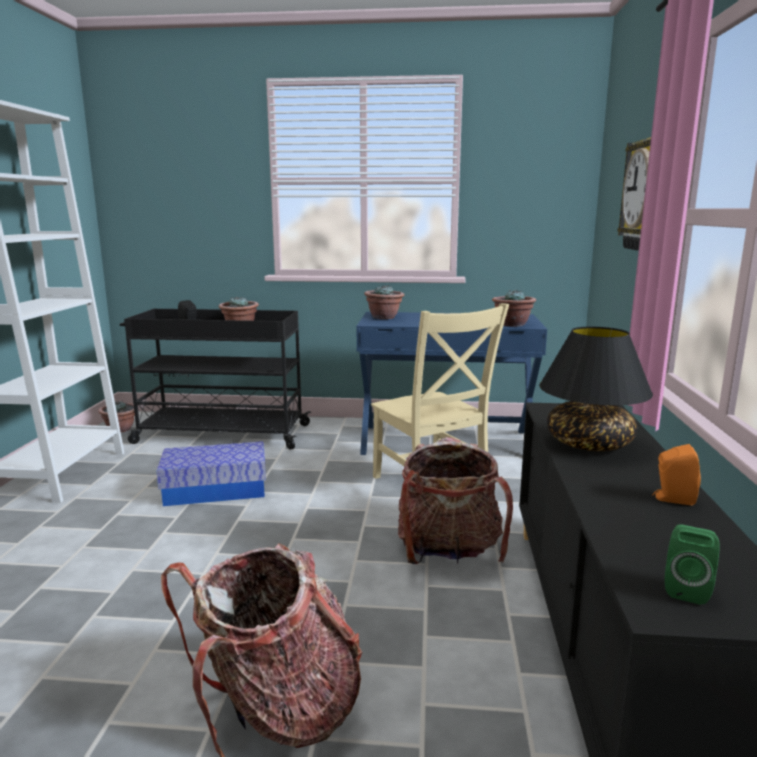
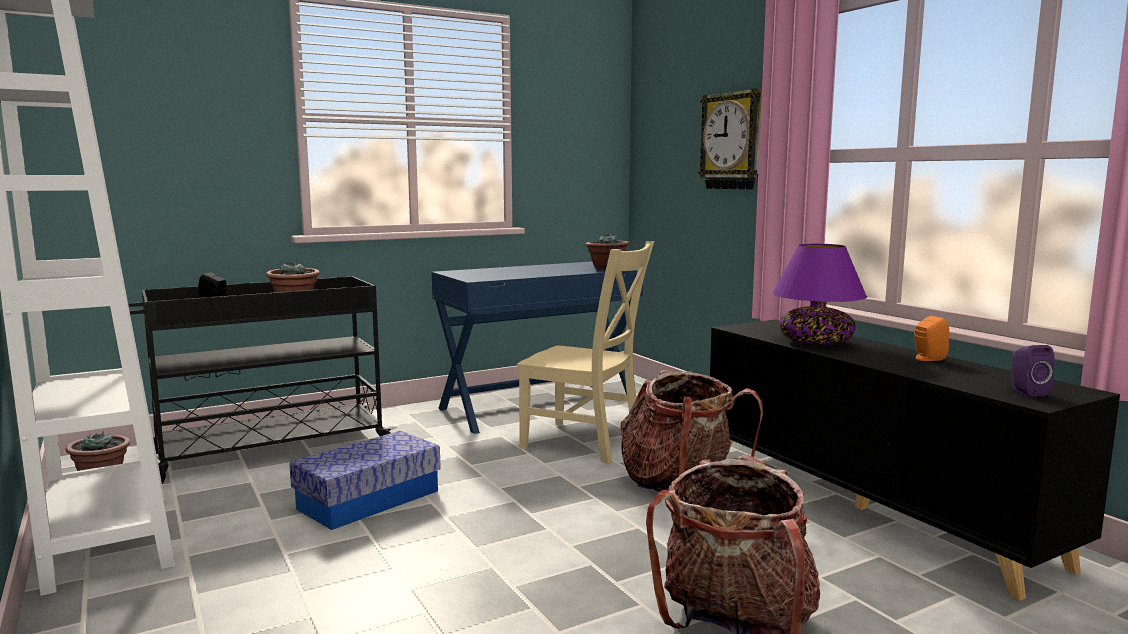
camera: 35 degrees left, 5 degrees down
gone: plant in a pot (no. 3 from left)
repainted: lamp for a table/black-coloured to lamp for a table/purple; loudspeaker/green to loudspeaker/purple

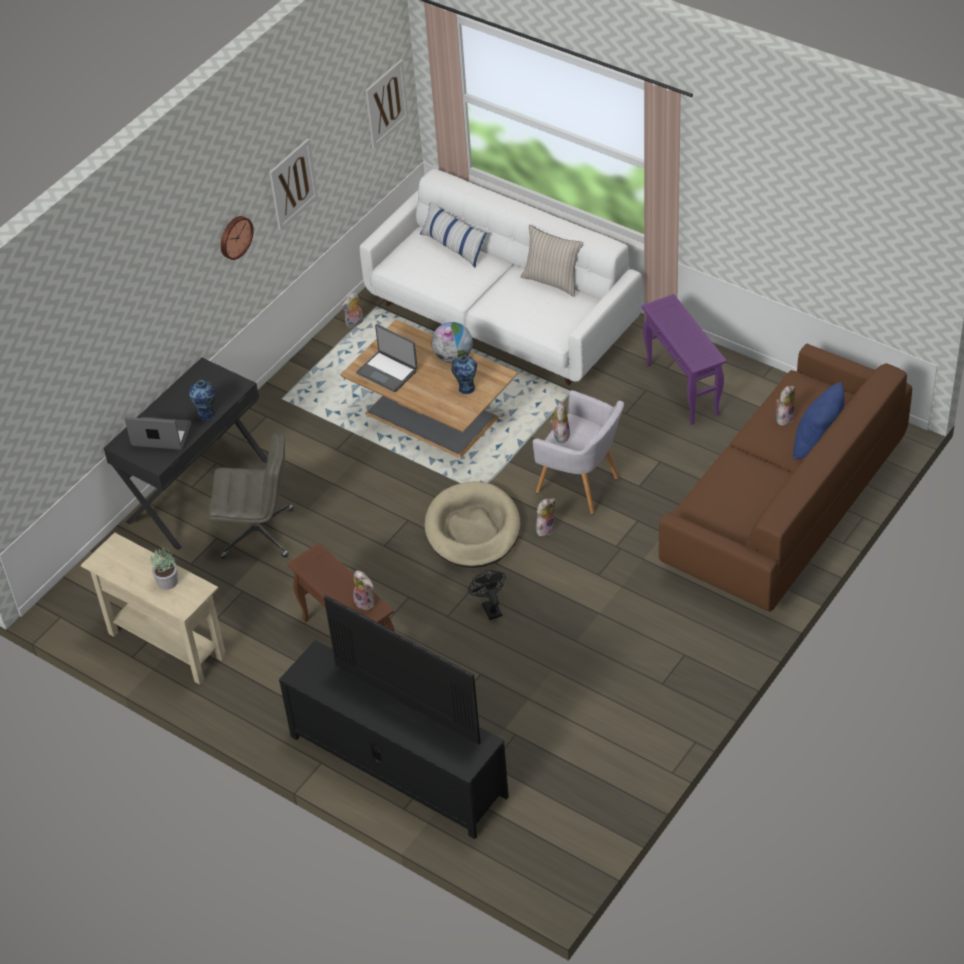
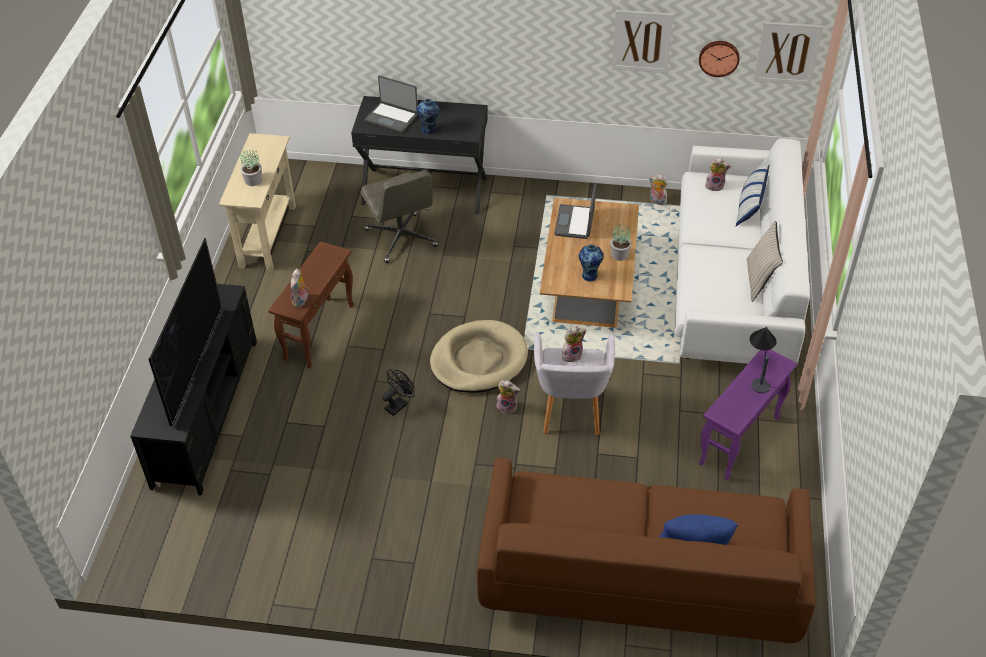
camera: 60 degrees right, 0 degrees up
new: lamp for a table
shifted: clock on the wall; cuddly toy (no. 5 from left)
swapped: desk globe to plant in a pot (no. 2 from left)
rotated: portable computer (no. 1 from left) 135 degrees clockwise

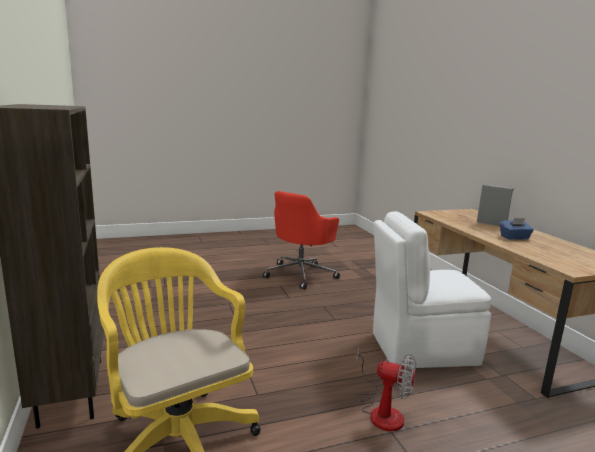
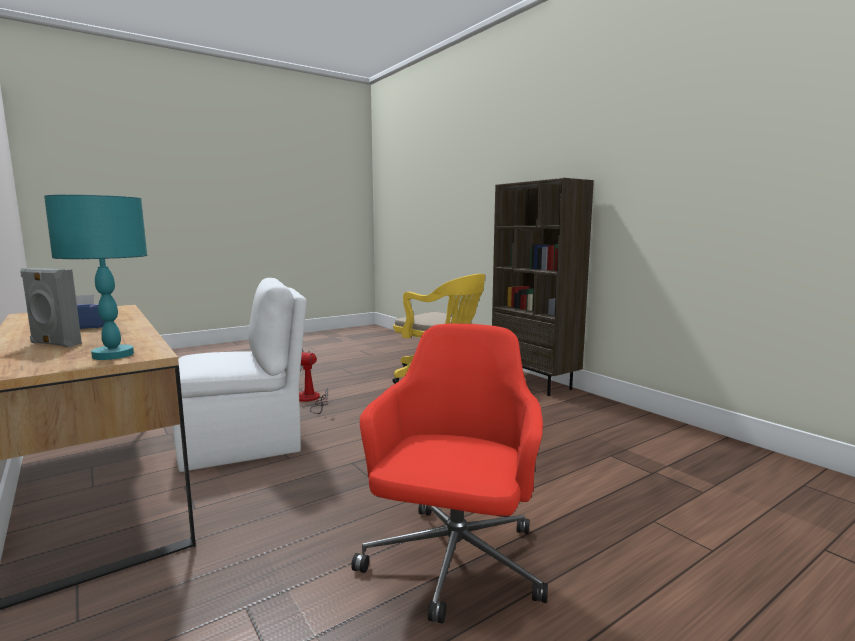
camera: 165 degrees right, 5 degrees down
new: lamp for a table/blue-green

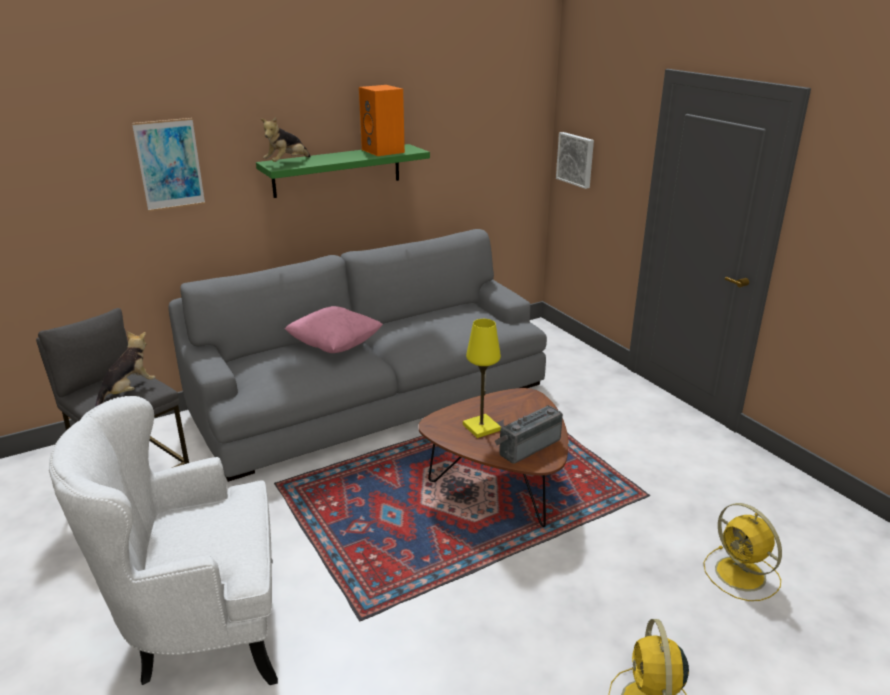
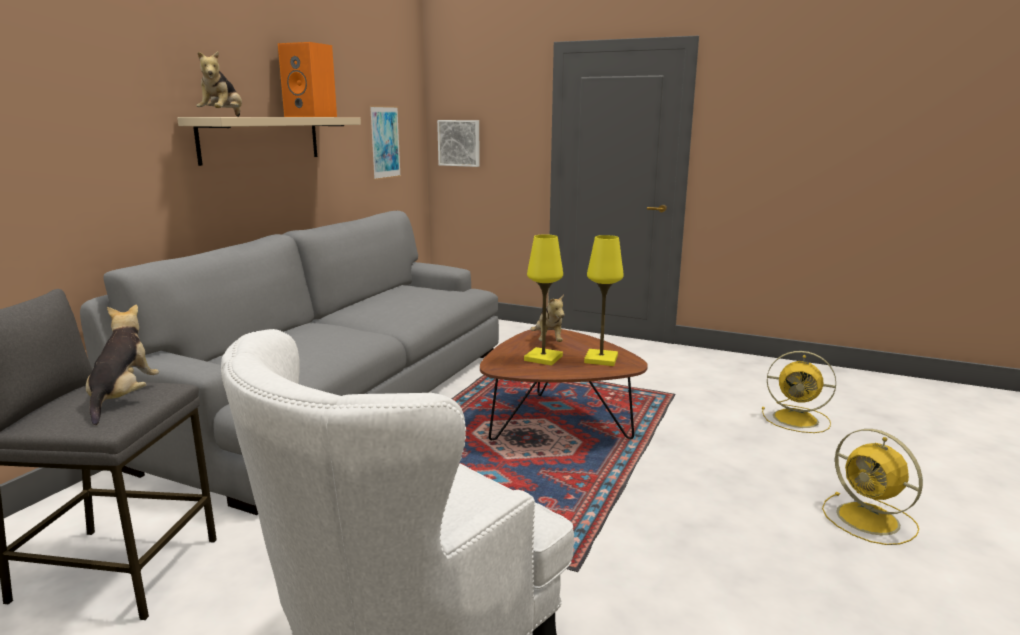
camera: 35 degrees left, 10 degrees down
gone: throw pillow/pinkish
new: cuddly toy (no. 3 from left)
shifted: wall art (no. 1 from left)
swapped: radio set to lamp for a table/yellow-coloured (no. 2 from left)
repainted: shelf/green to shelf/beige-coloured

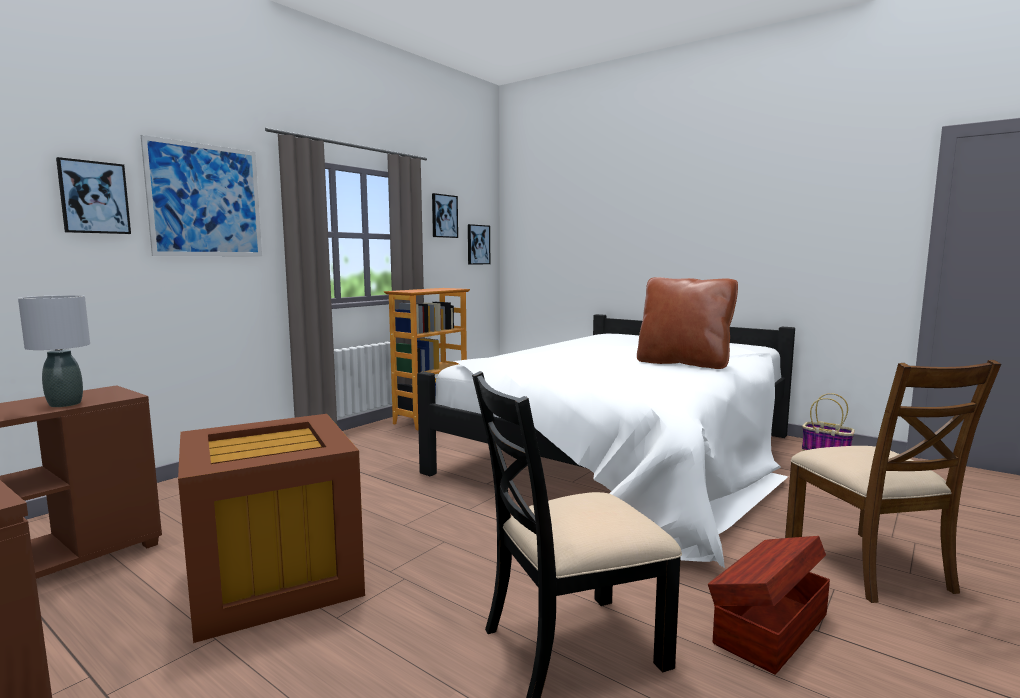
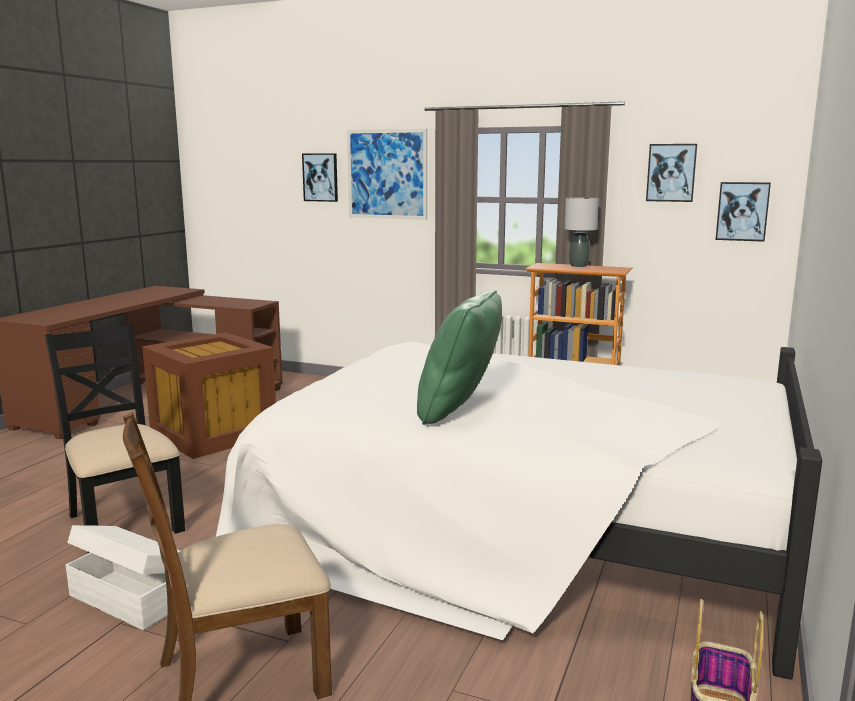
camera: 75 degrees right, 5 degrees up
shifted: lamp for a table/greyish
repainted: throw pillow/brownish to throw pillow/green; storage container/brownish (no. 2 from left) to storage container/white

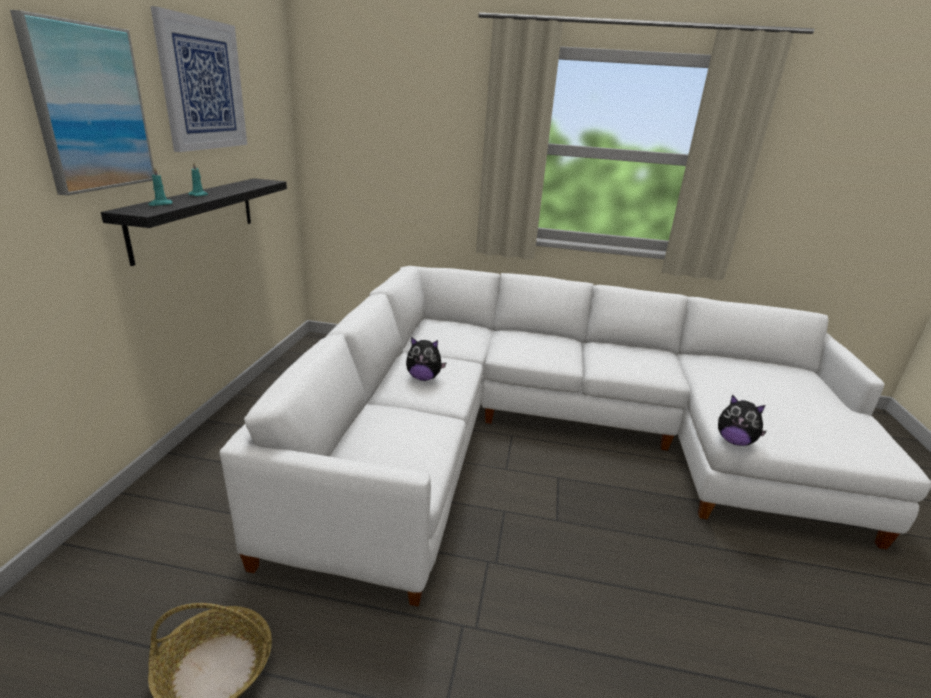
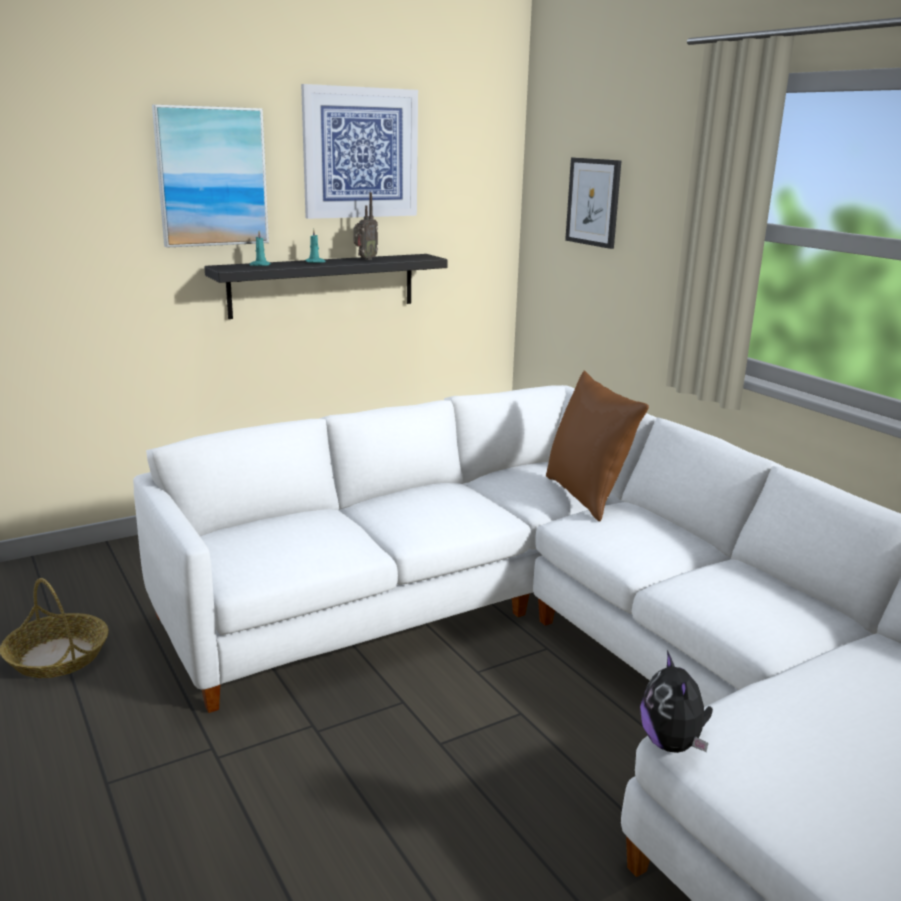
camera: 50 degrees right, 5 degrees down
gone: cuddly toy (no. 1 from left)
new: radio set; throw pillow/brownish; wall art (no. 3 from left)

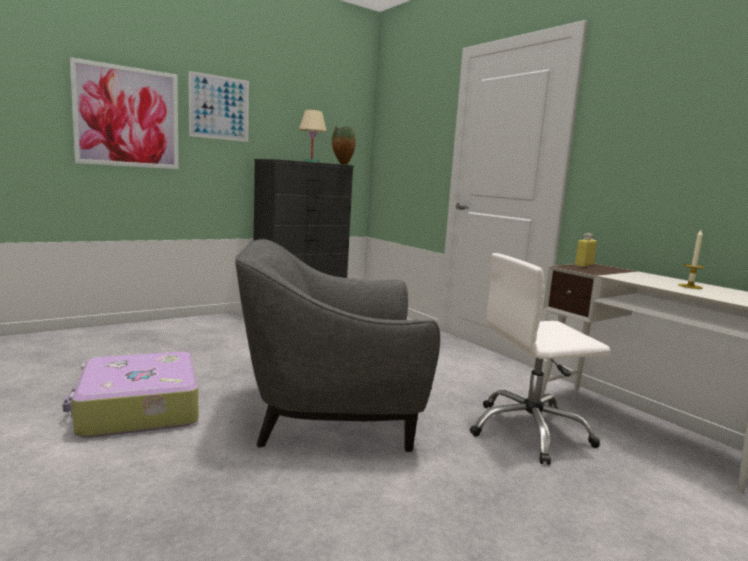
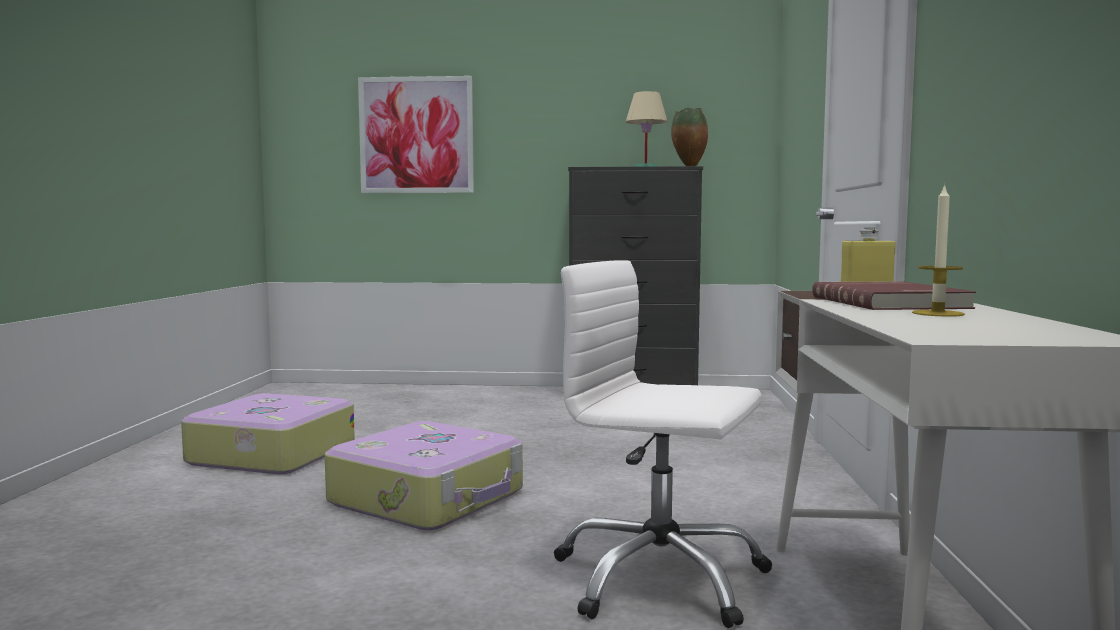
camera: 40 degrees right, 5 degrees down
gone: wall art (no. 2 from left)
new: bound book/red
swapped: easy chair/greyish to travel case (no. 2 from left)

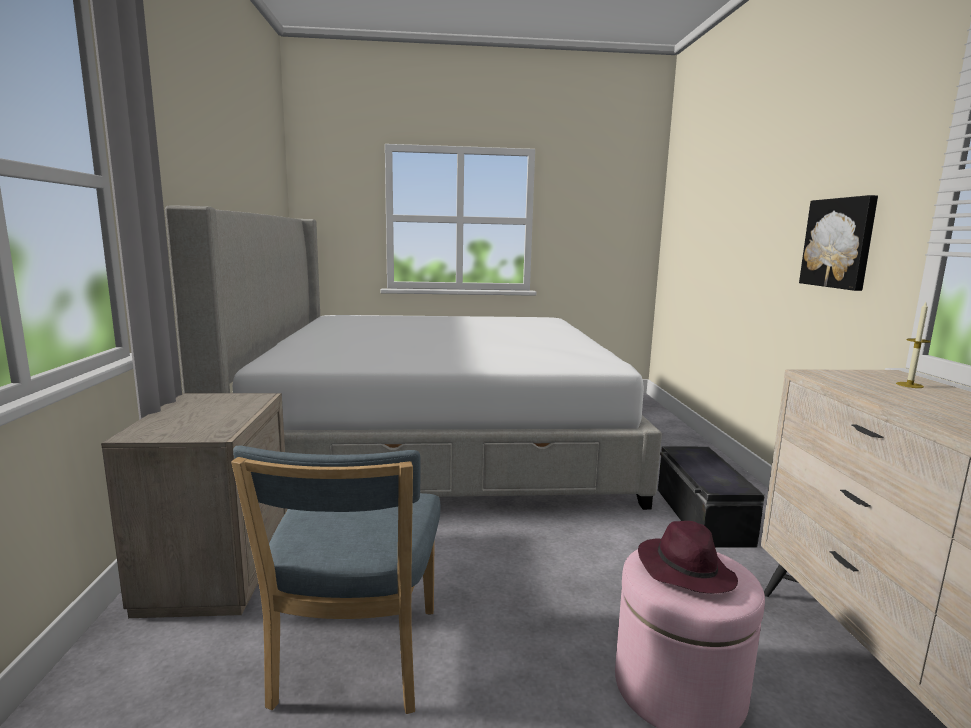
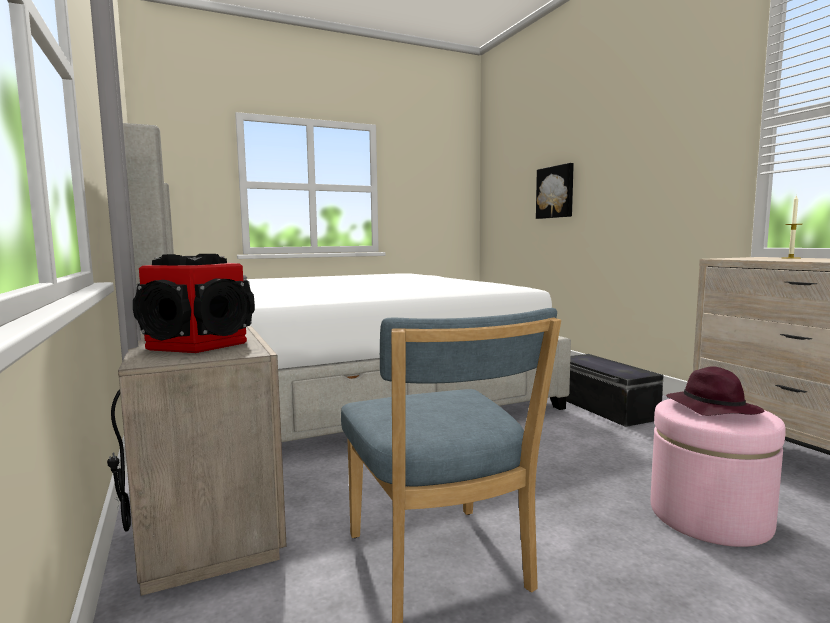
camera: 20 degrees left, 5 degrees down
new: loudspeaker
shifted: wall art

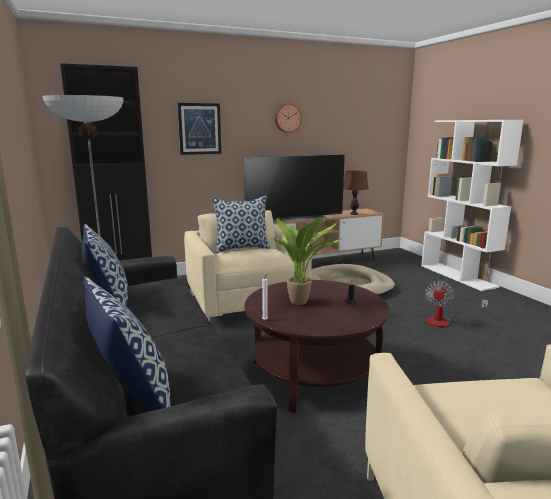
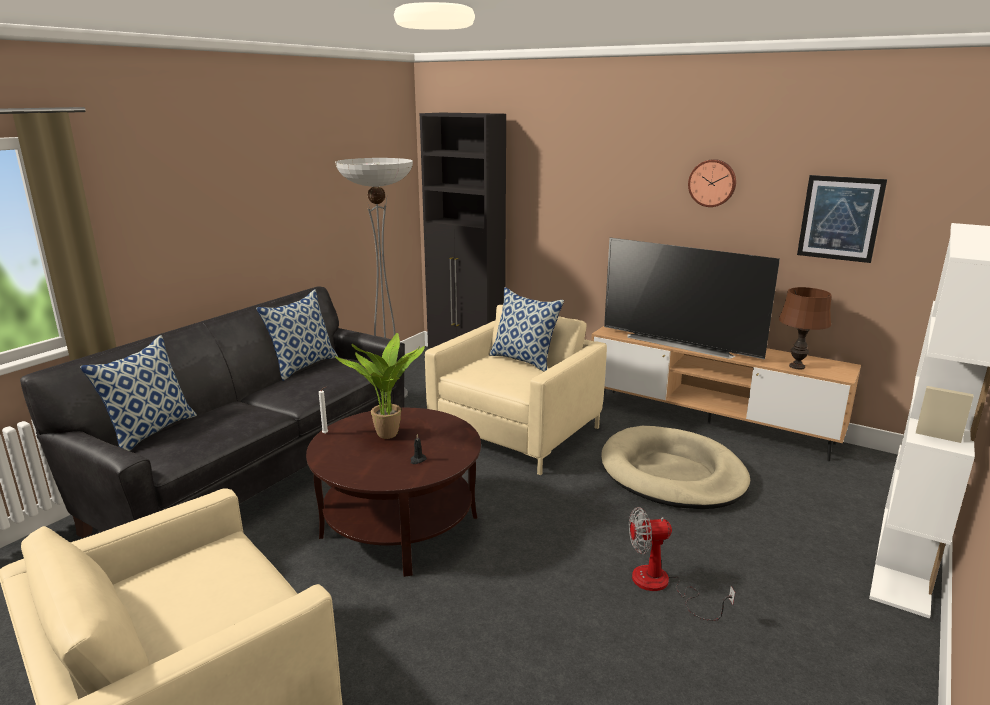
camera: 55 degrees right, 5 degrees up
shifted: wall art

